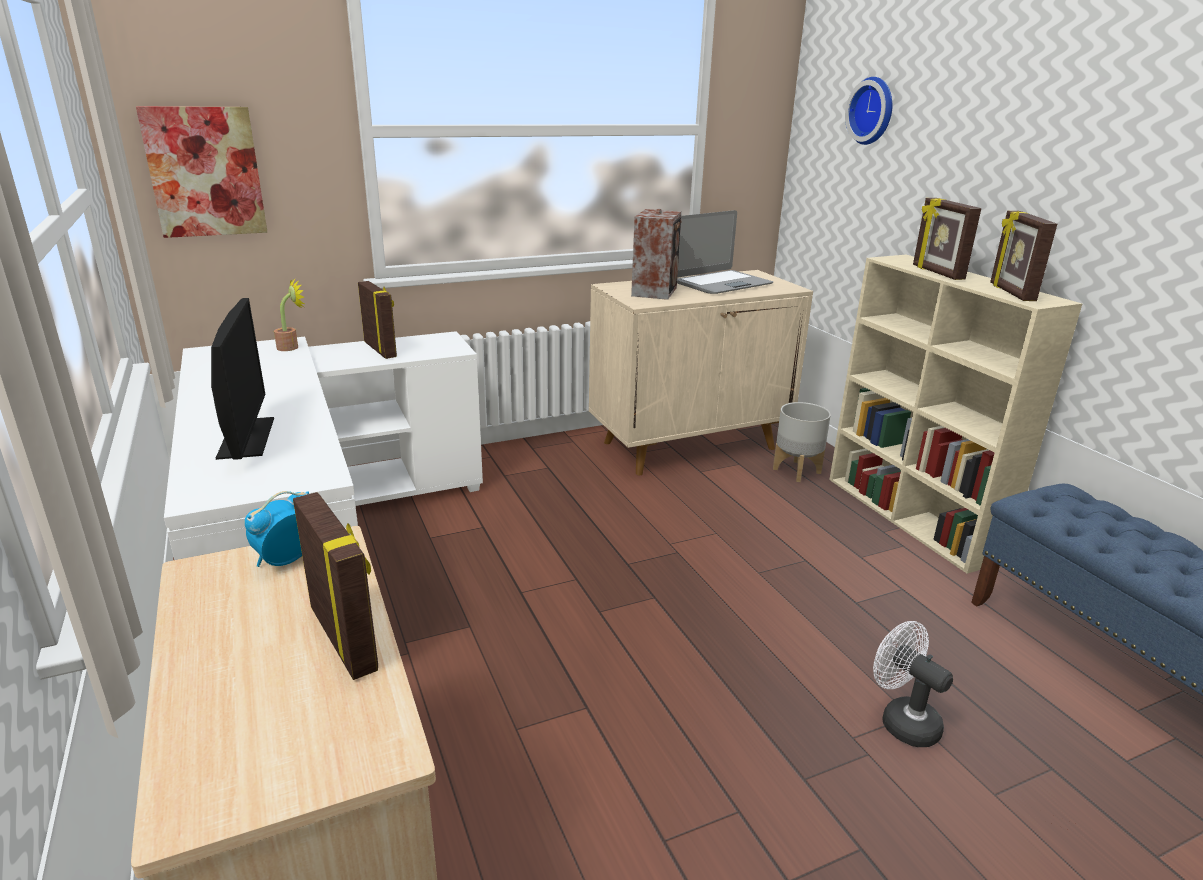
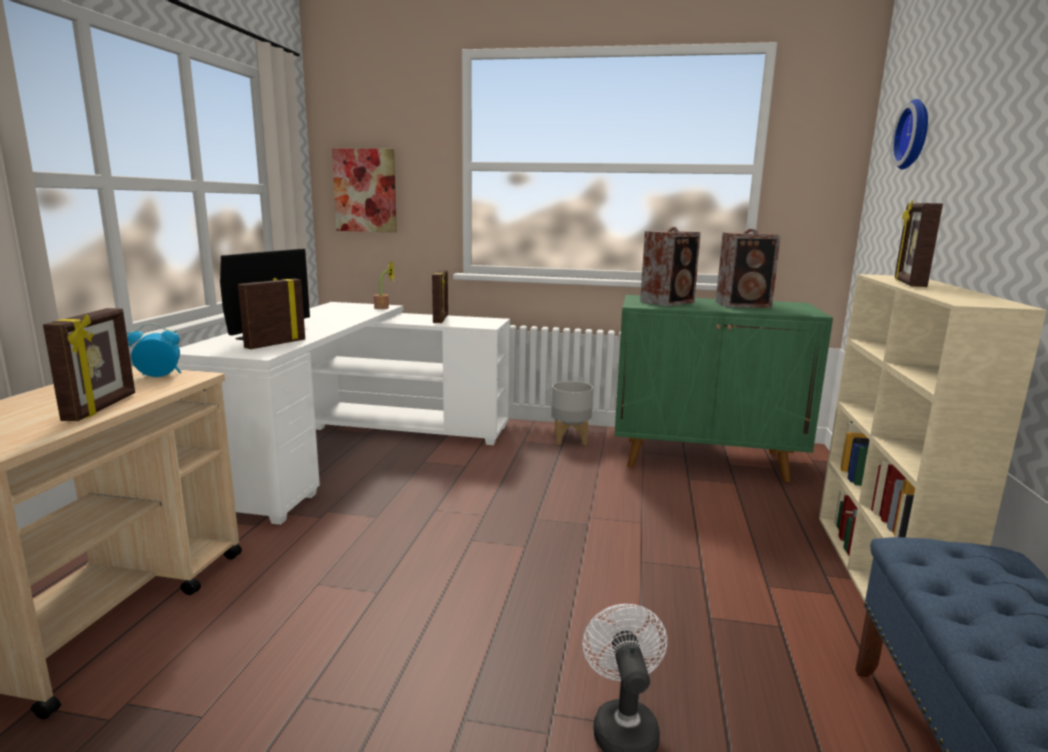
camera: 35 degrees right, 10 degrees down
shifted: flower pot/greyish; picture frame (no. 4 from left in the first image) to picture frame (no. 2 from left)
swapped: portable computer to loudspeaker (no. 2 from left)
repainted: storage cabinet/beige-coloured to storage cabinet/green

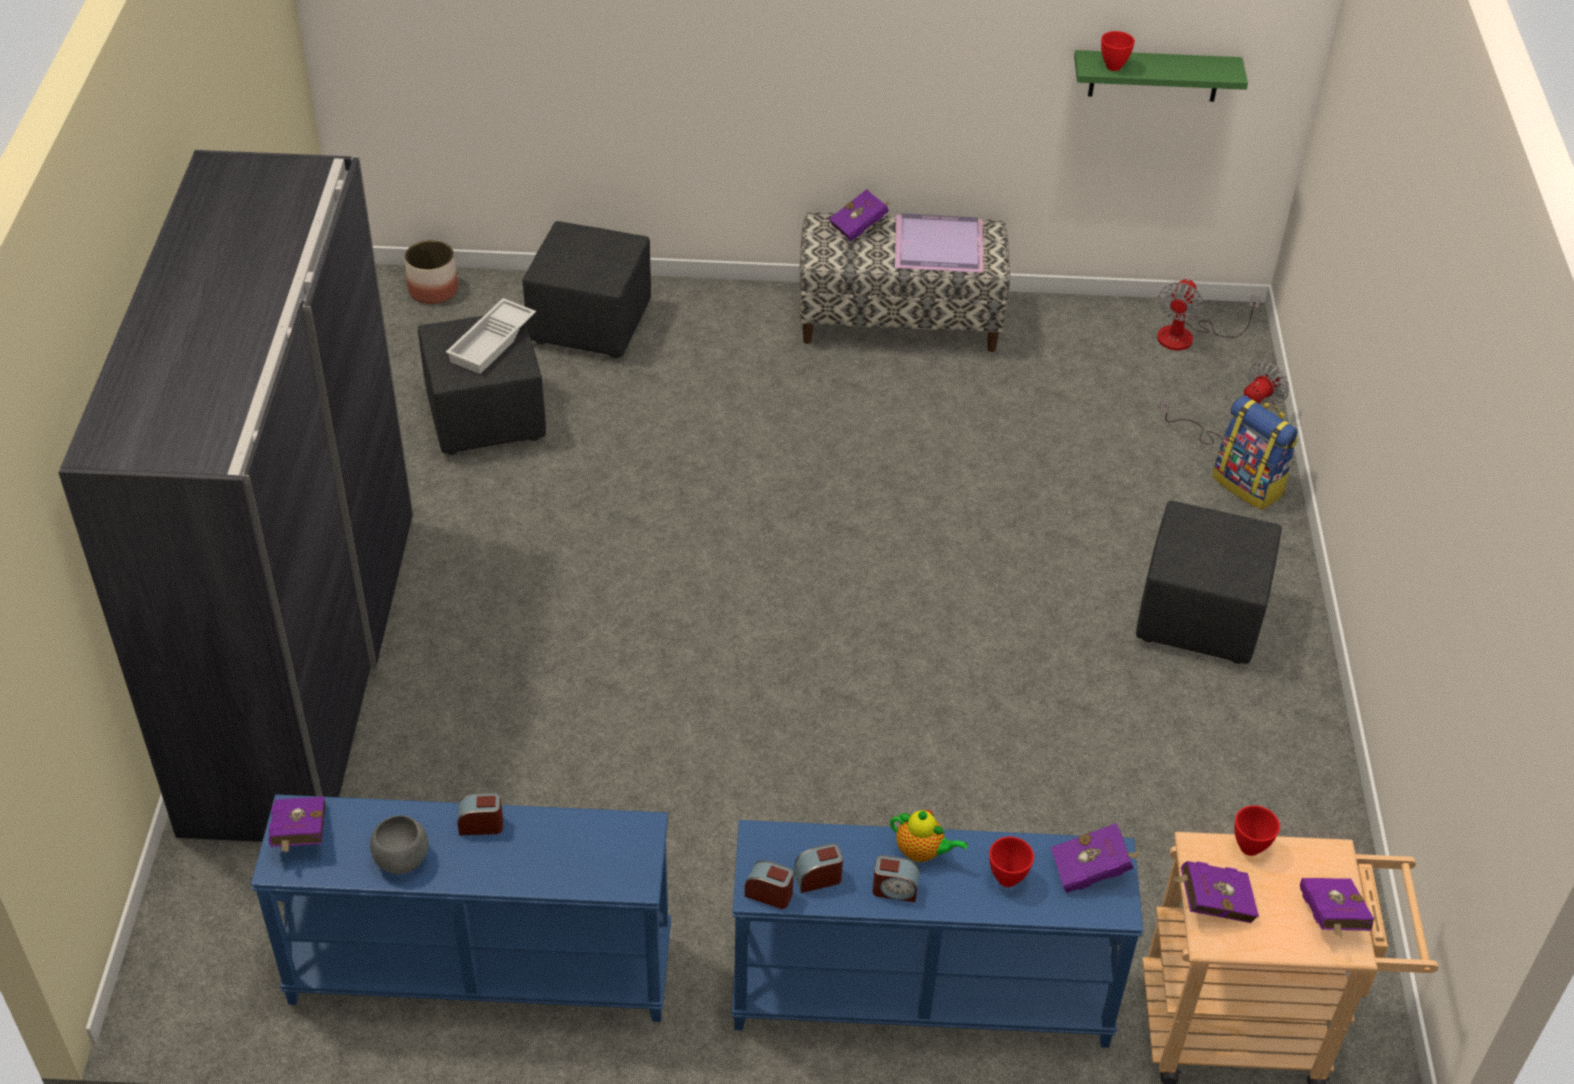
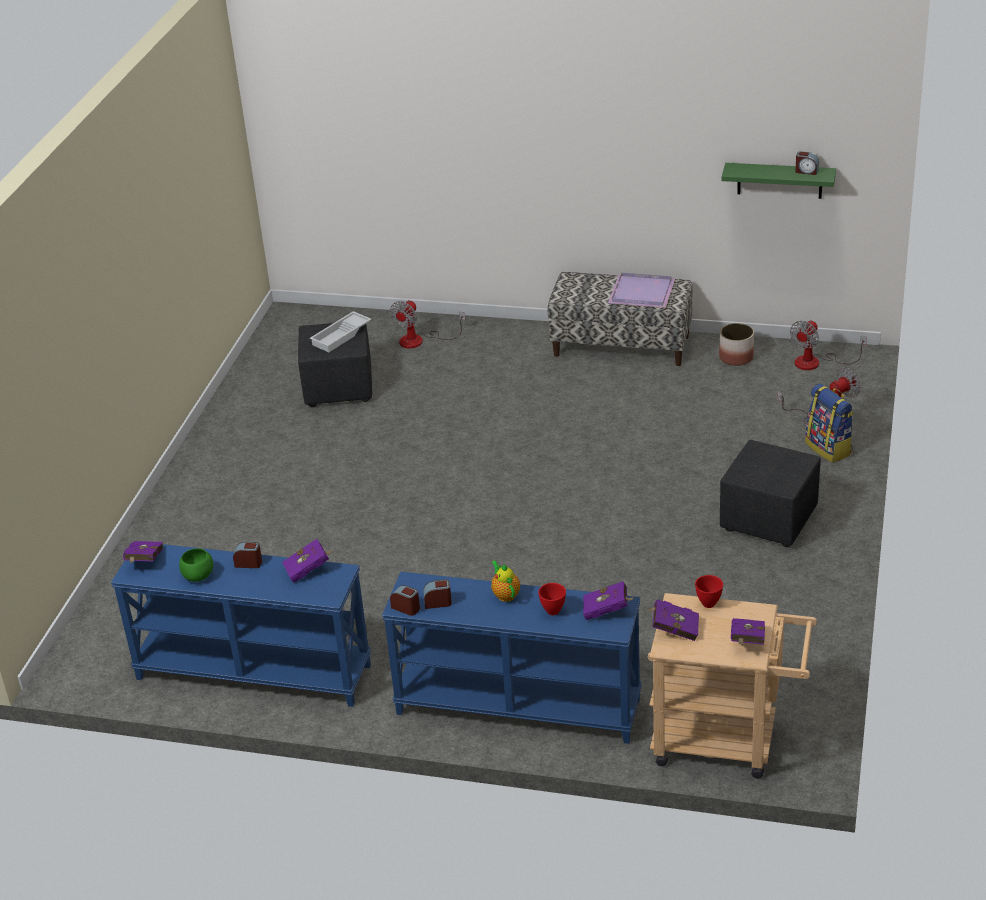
camera: 15 degrees right, 10 degrees down
gone: clothes cupboard/greyish; deep dish/red (no. 2 from left)
shifted: flower pot; bound book/purple (no. 2 from left); table clock (no. 4 from left)
swapped: pouffe/black-coloured (no. 2 from left) to fan (no. 1 from left)
repainted: deep dish/greyish to deep dish/green
rotated: pot for tea 150 degrees counterclockwise

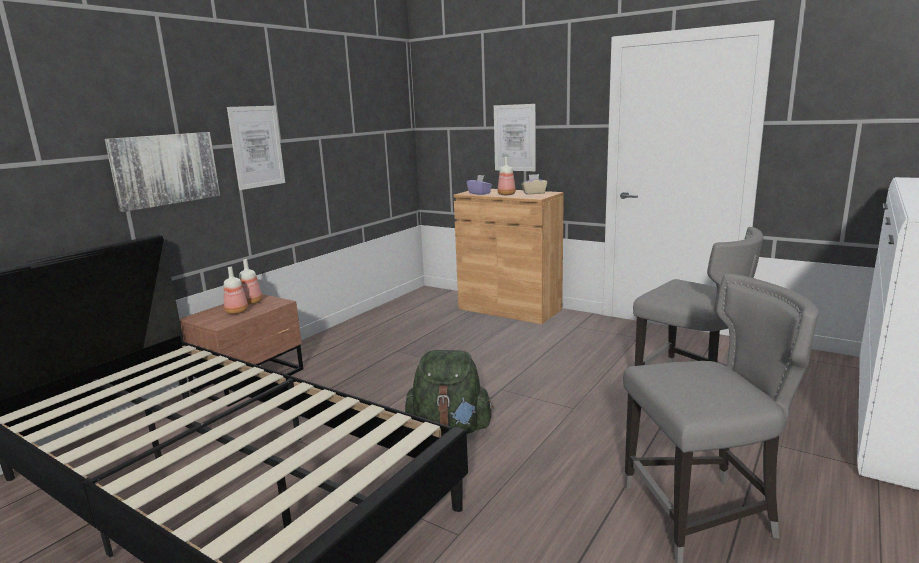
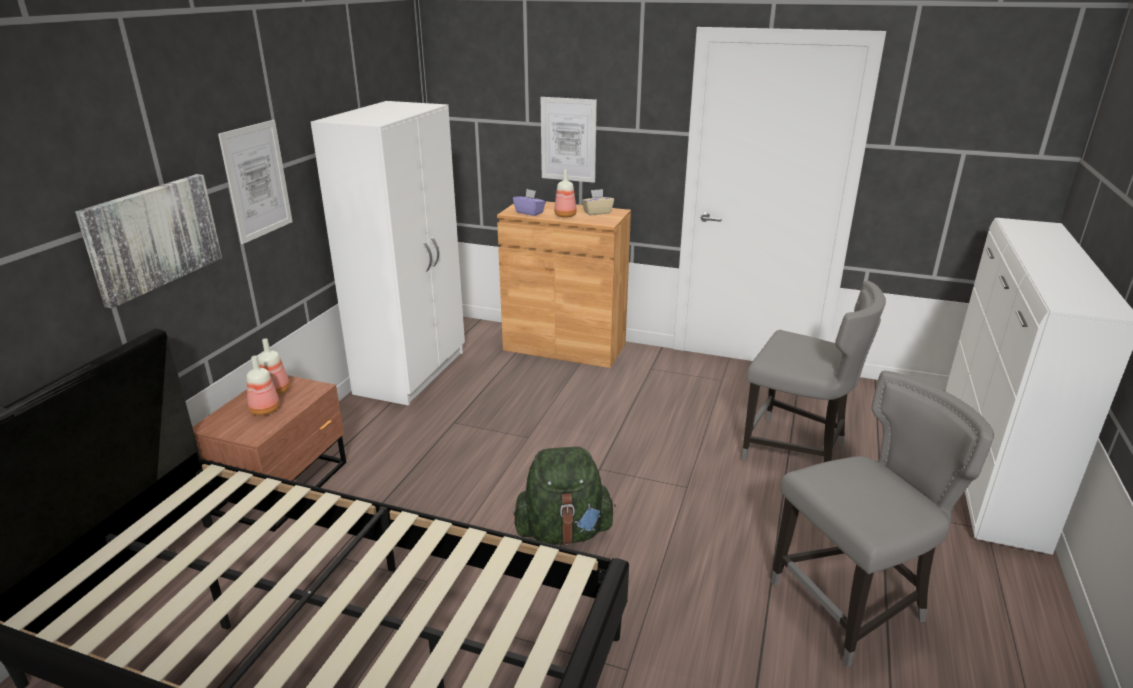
camera: 15 degrees left, 10 degrees up
new: clothes cupboard/white

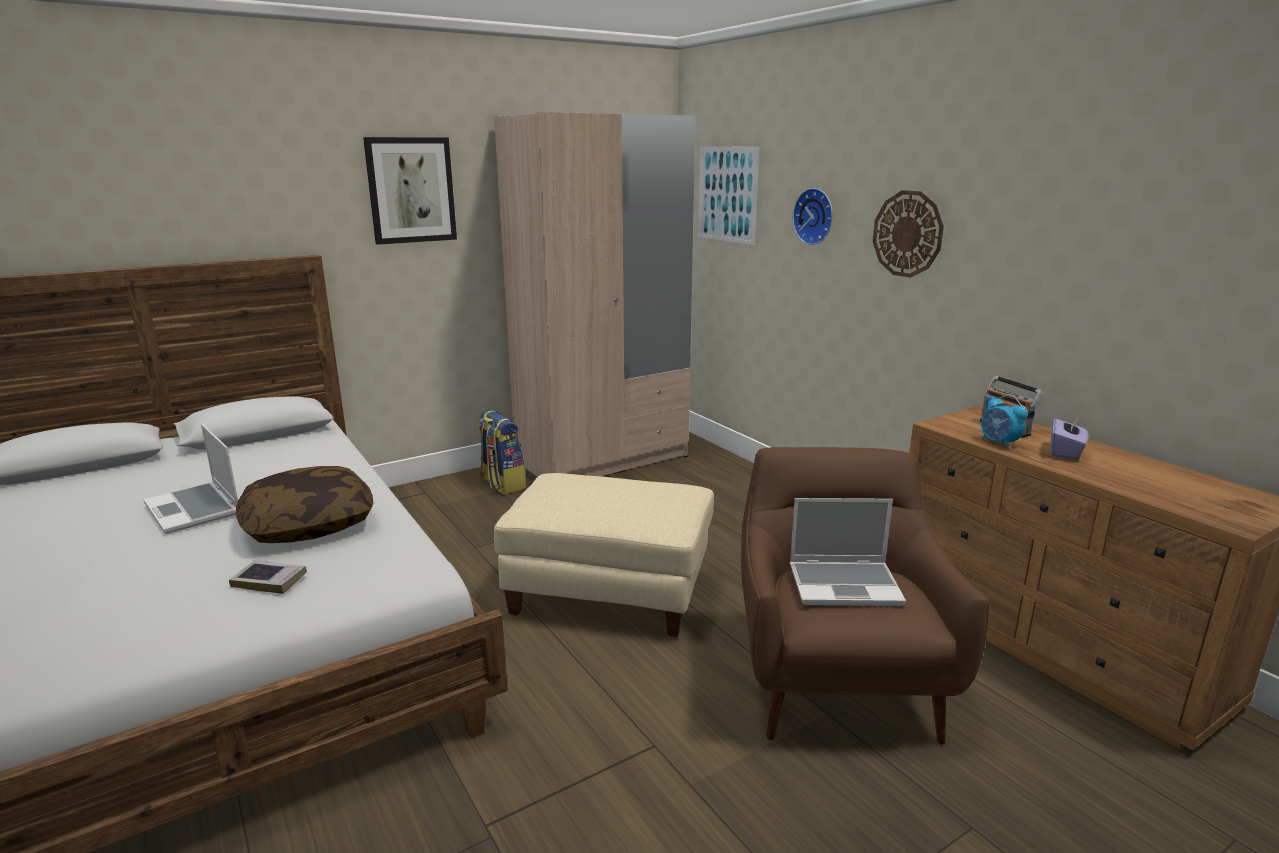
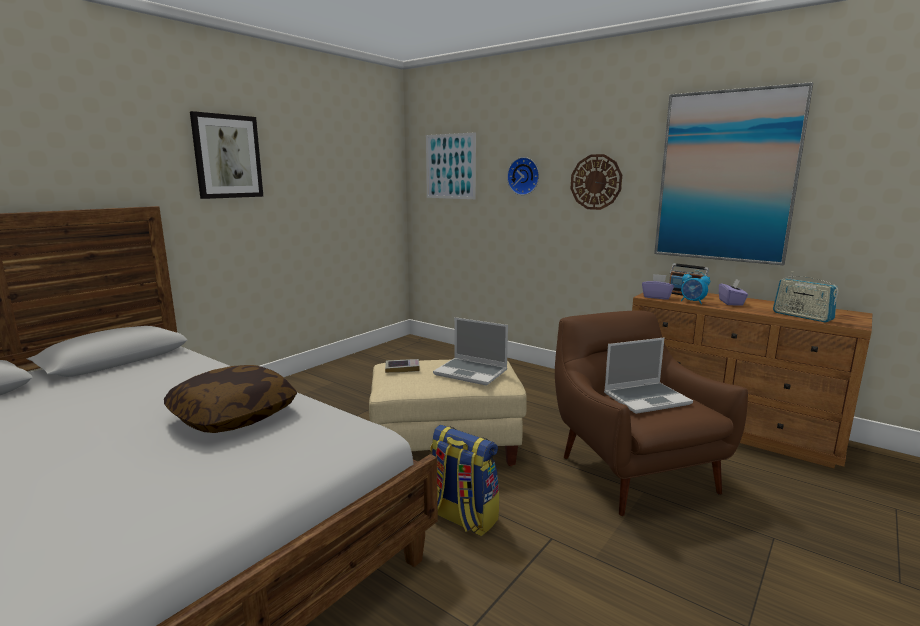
camera: 20 degrees left, 5 degrees down
gone: clothes cupboard/beige-coloured
new: tissue holder/purple (no. 1 from left); wall art (no. 3 from left); radio set (no. 2 from left)
shifted: portable computer (no. 1 from left); bound book; knapsack

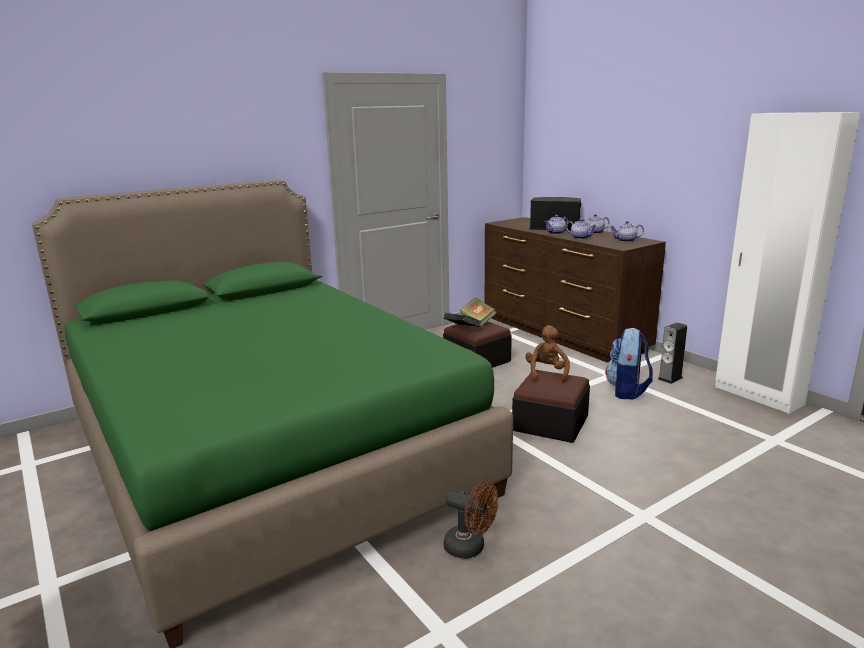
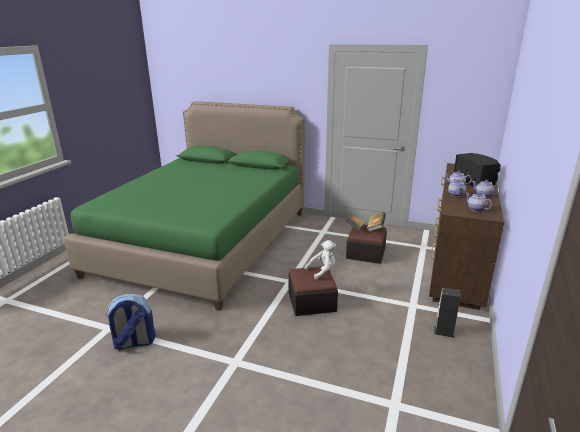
camera: 55 degrees right, 5 degrees up
gone: fan/brownish; clothes cupboard/white
shifted: knapsack
repainted: cuddly toy/brownish to cuddly toy/white

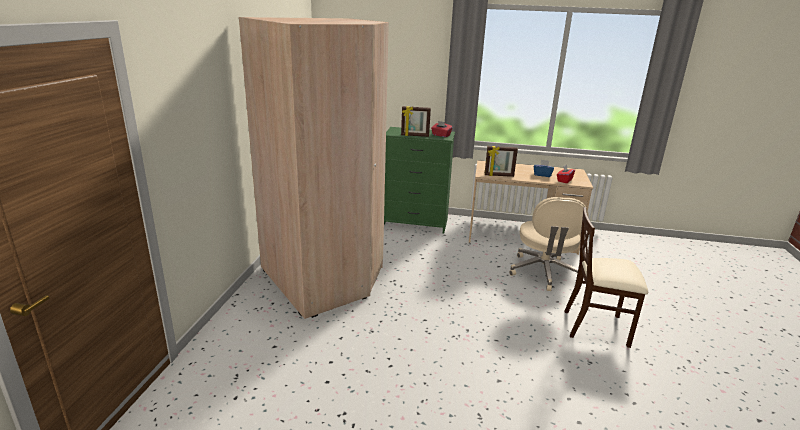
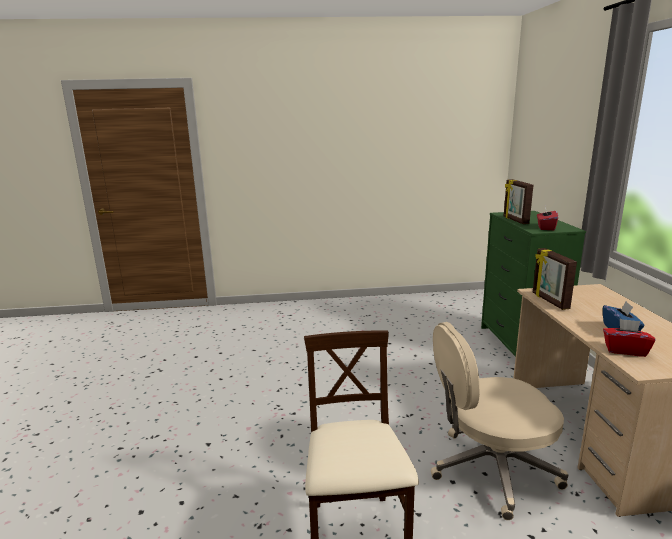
camera: 75 degrees right, 5 degrees down
gone: clothes cupboard/beige-coloured

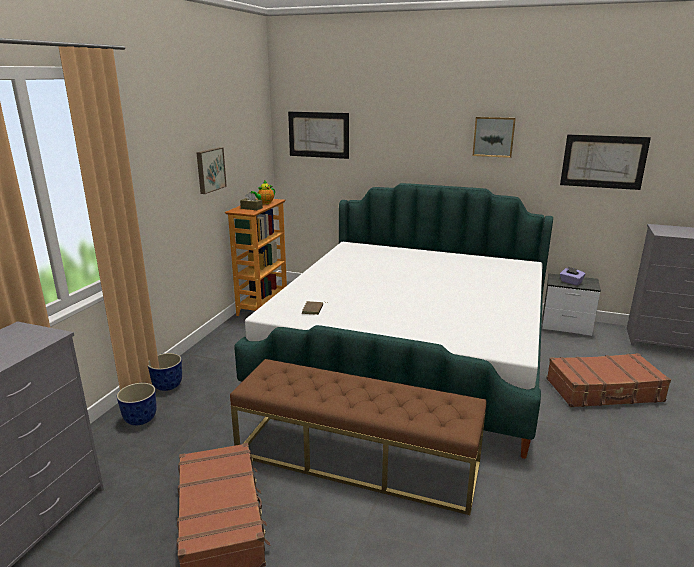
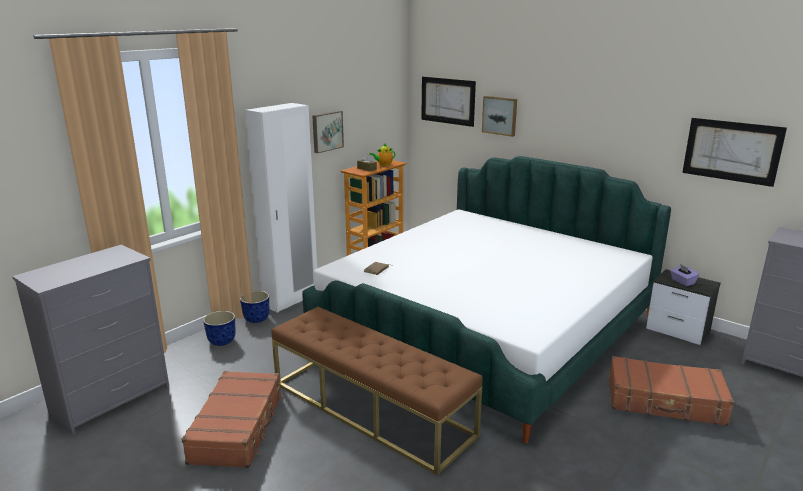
camera: 20 degrees right, 0 degrees up
new: clothes cupboard/white
shifted: wall art (no. 3 from left)

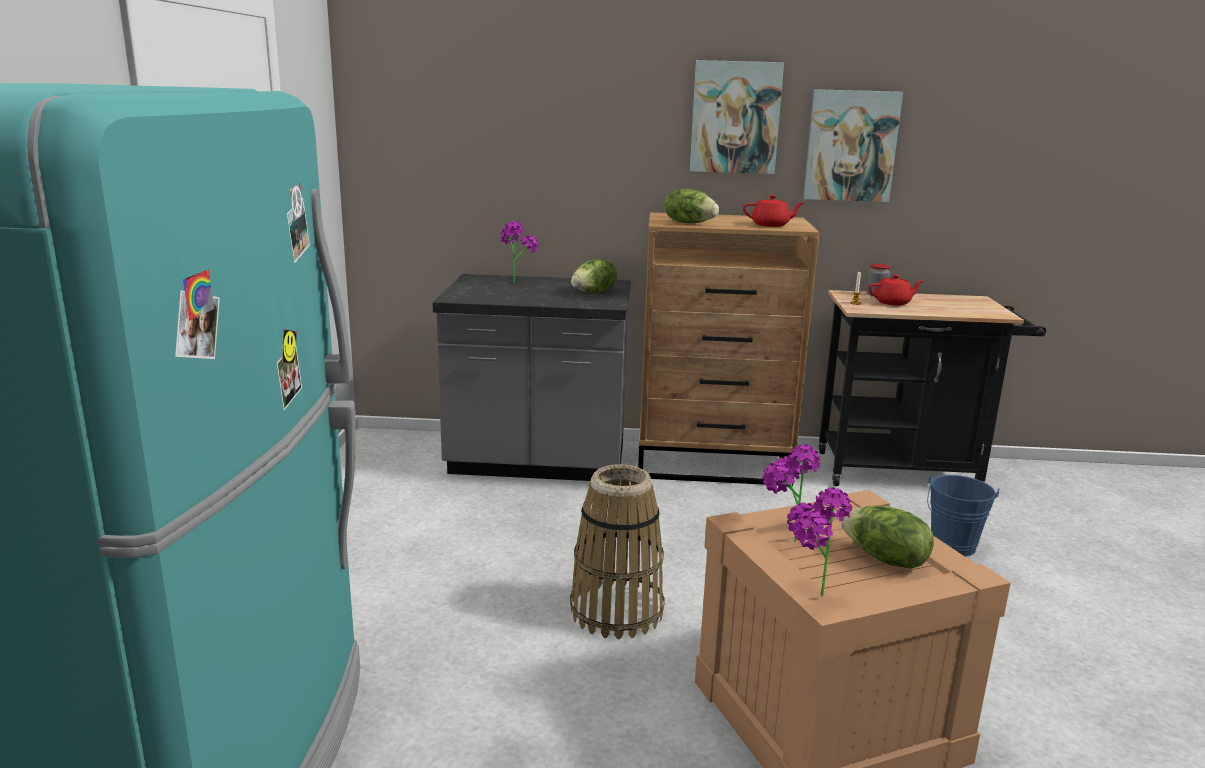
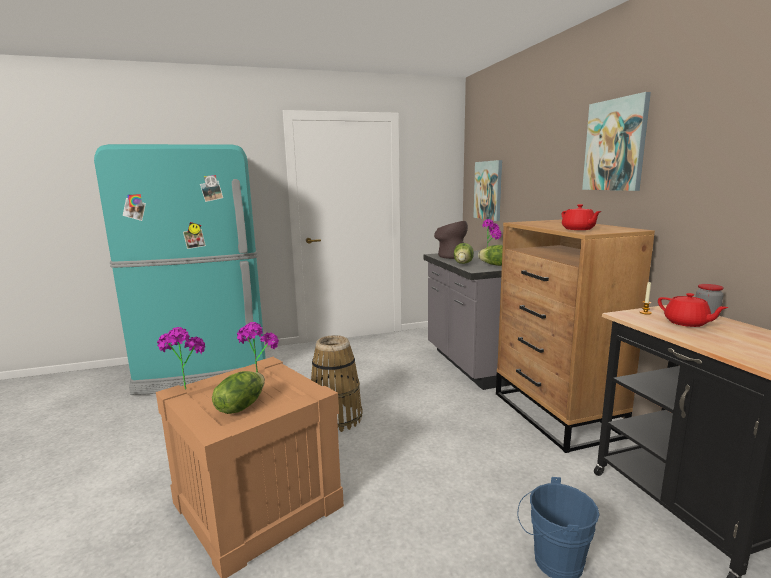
camera: 70 degrees right, 5 degrees down
new: flower vase/brownish
shifted: lettuce head (no. 2 from left); wall art (no. 2 from left in the first image) to wall art (no. 1 from left)

